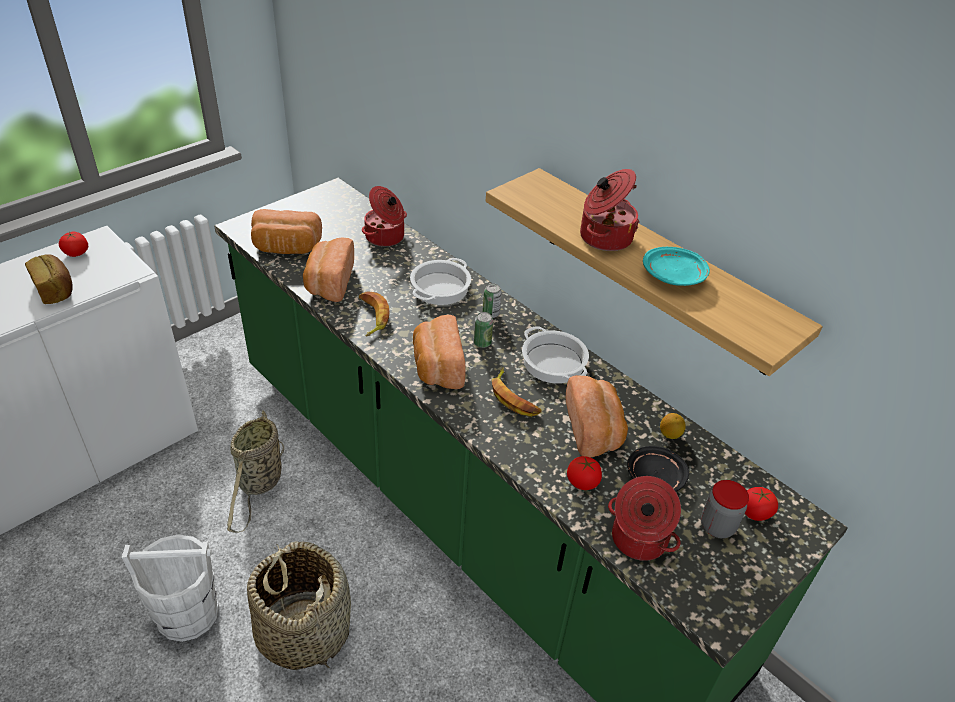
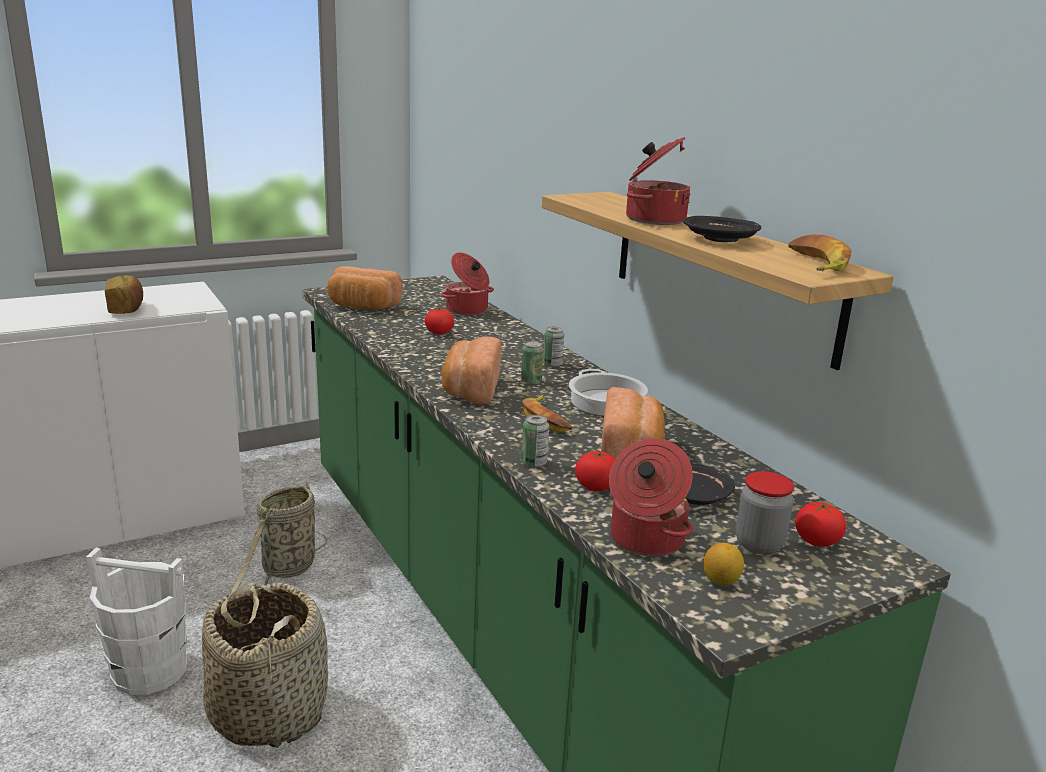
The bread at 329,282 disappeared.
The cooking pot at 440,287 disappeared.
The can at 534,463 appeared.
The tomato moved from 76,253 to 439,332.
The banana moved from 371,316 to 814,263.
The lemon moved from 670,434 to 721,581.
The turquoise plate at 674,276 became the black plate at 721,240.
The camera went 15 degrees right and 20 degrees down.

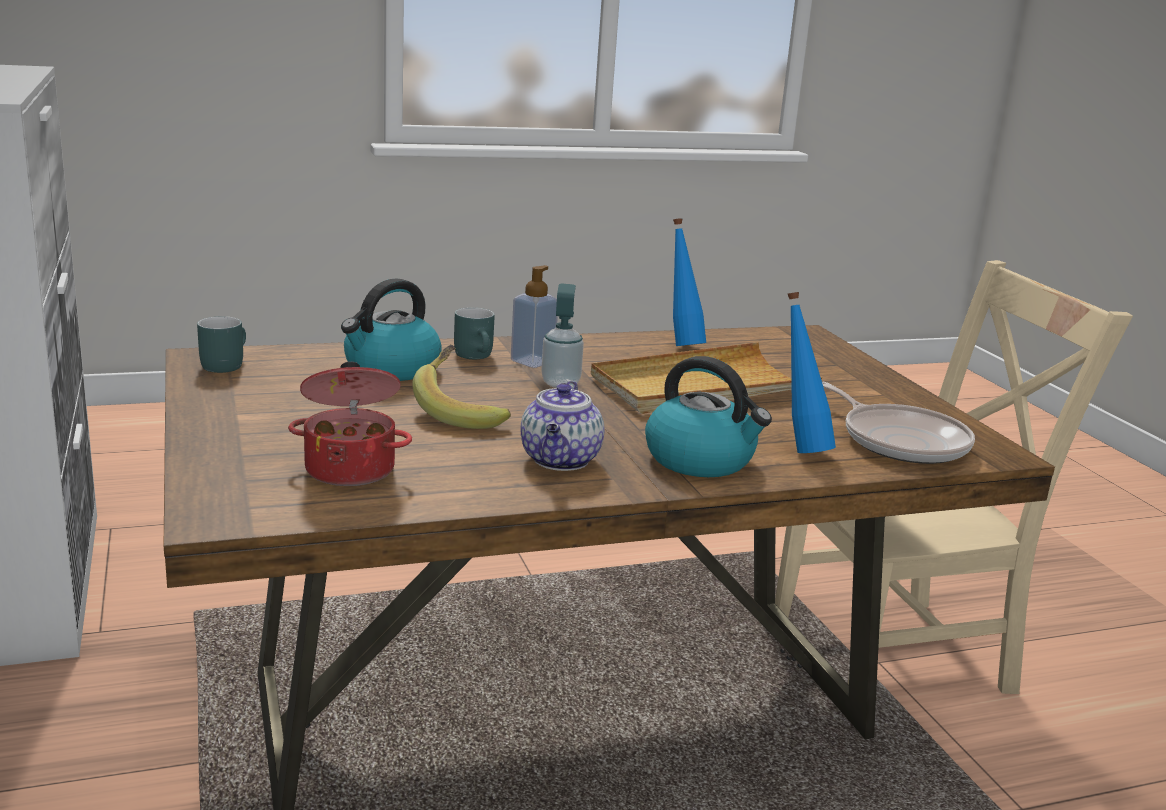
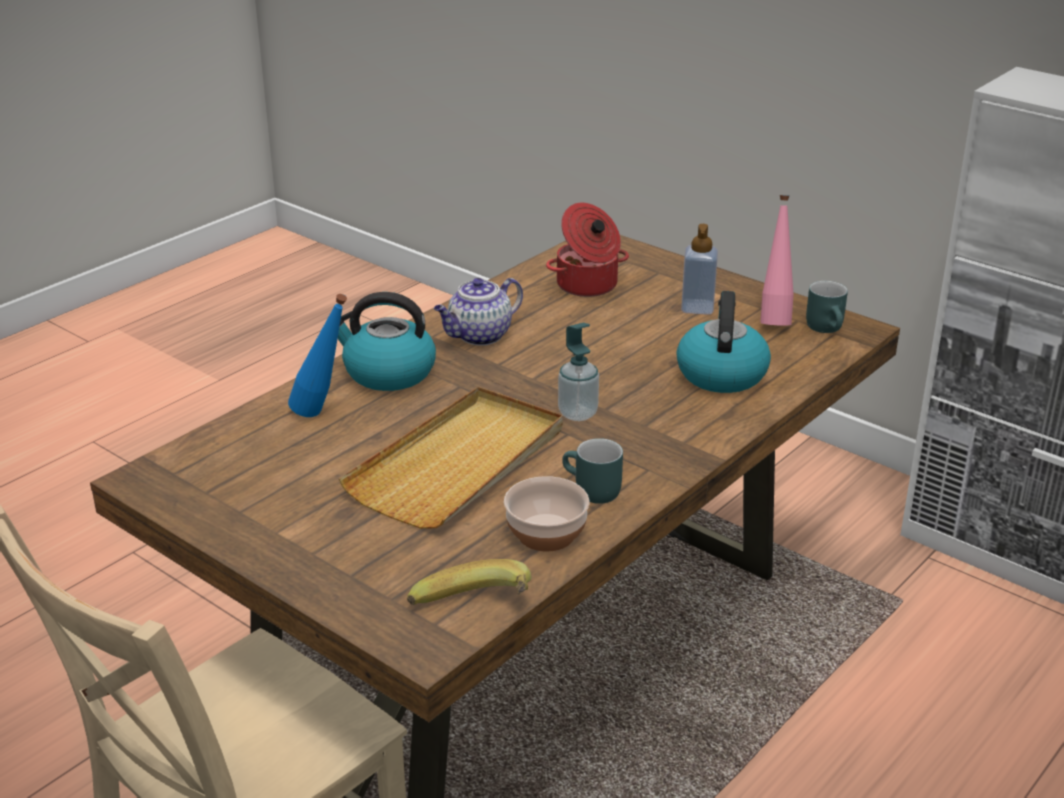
The frying pan at 900,441 disappeared.
The pink bottle at 774,320 appeared.
The banana moved from 463,411 to 476,614.
The turquoise mug moved from 478,356 to 590,492.
The soap dispenser moved from 532,361 to 697,307.
The blue bottle at 680,344 was replaced by the bowl at 546,534.
The teapot at 561,461 turned 105 degrees counterclockwise.
The camera went 150 degrees right and 10 degrees up.

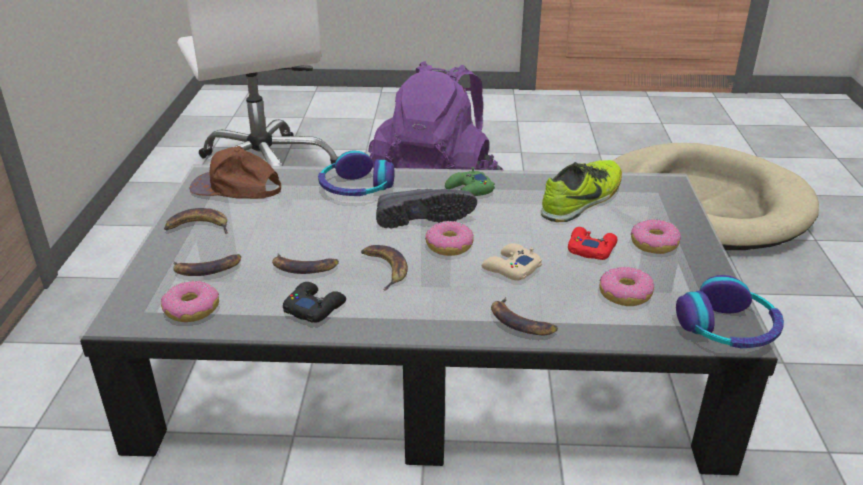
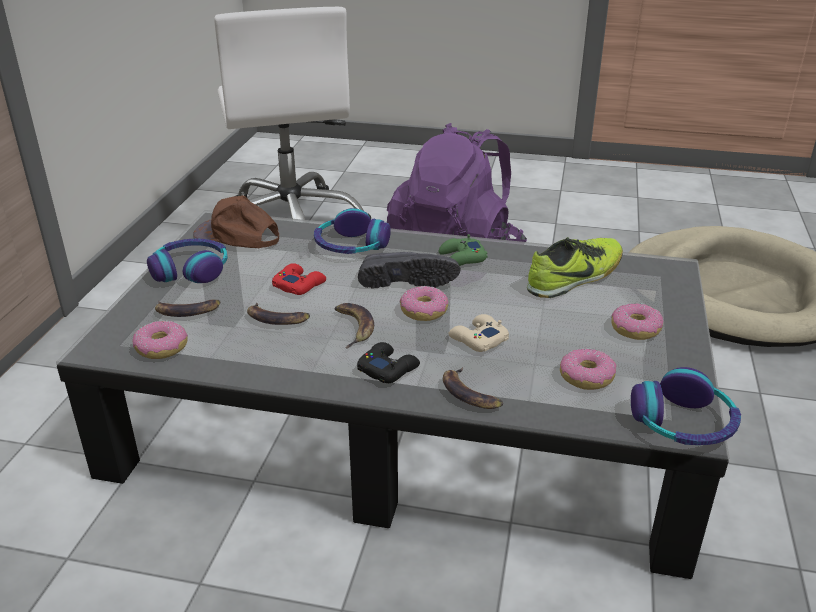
The black game controller moved from 314,308 to 388,368.
The red game controller moved from 590,249 to 299,285.
The banana at 198,227 was replaced by the headphones at 190,270.
The camera went 10 degrees right and 0 degrees up.

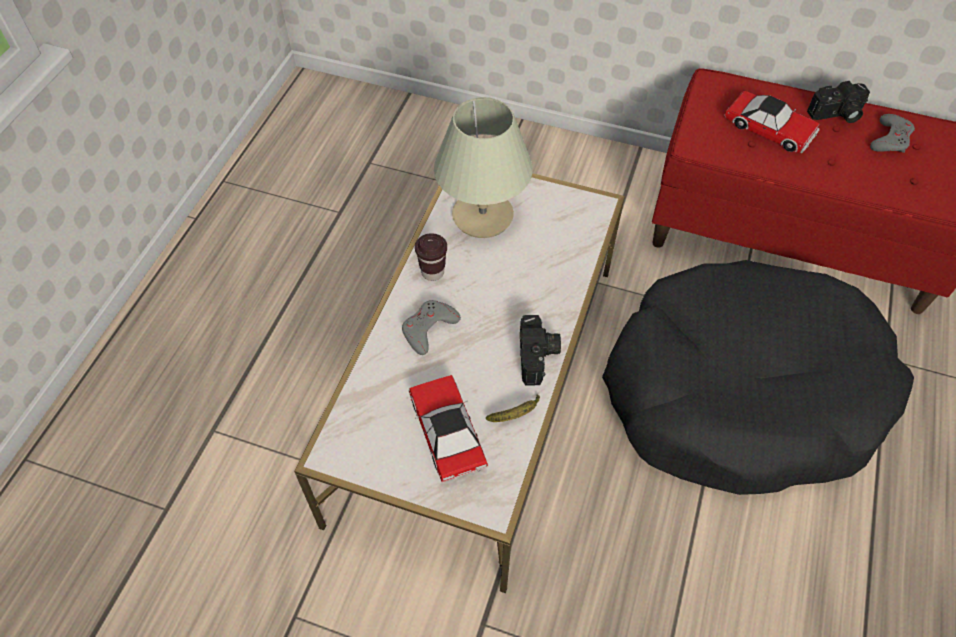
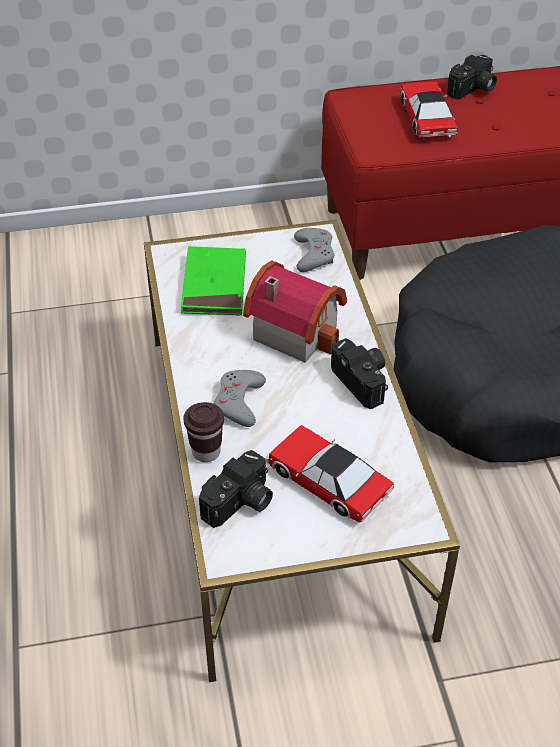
The banana at 516,414 disappeared.
The photo camera at 240,504 appeared.
The toy house at 296,329 appeared.
The brown cup moved from 432,272 to 206,452.
The grey game controller moved from 890,139 to 314,254.
The beige table lamp at 482,216 was replaced by the green book at 214,285.
The toy car at 769,129 turned 105 degrees counterclockwise.
The camera went 30 degrees left and 10 degrees down.

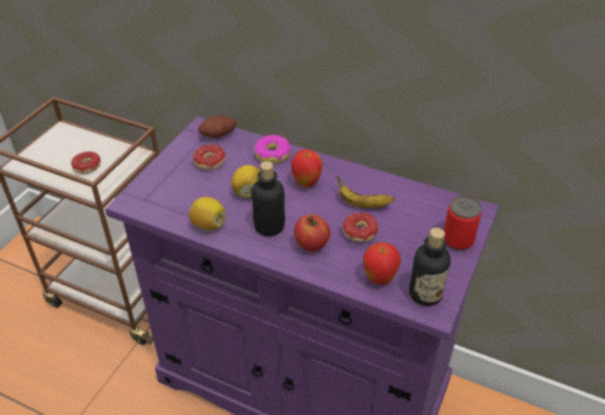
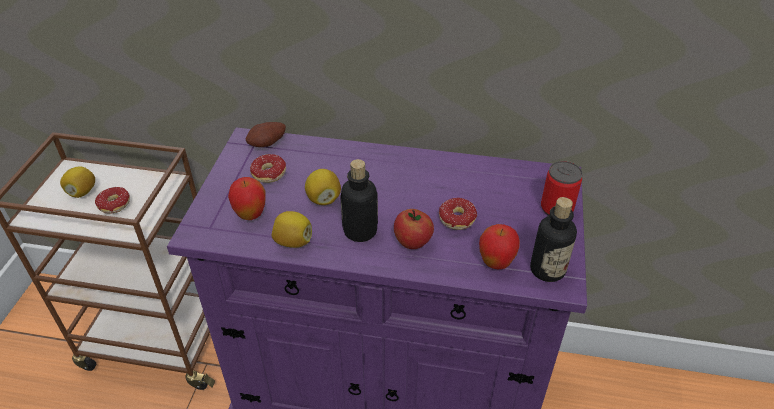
The donut at 272,154 disappeared.
The banana at 362,204 disappeared.
The lemon at 82,192 appeared.
The apple moved from 306,183 to 251,215.
The camera went 15 degrees left and 0 degrees up.

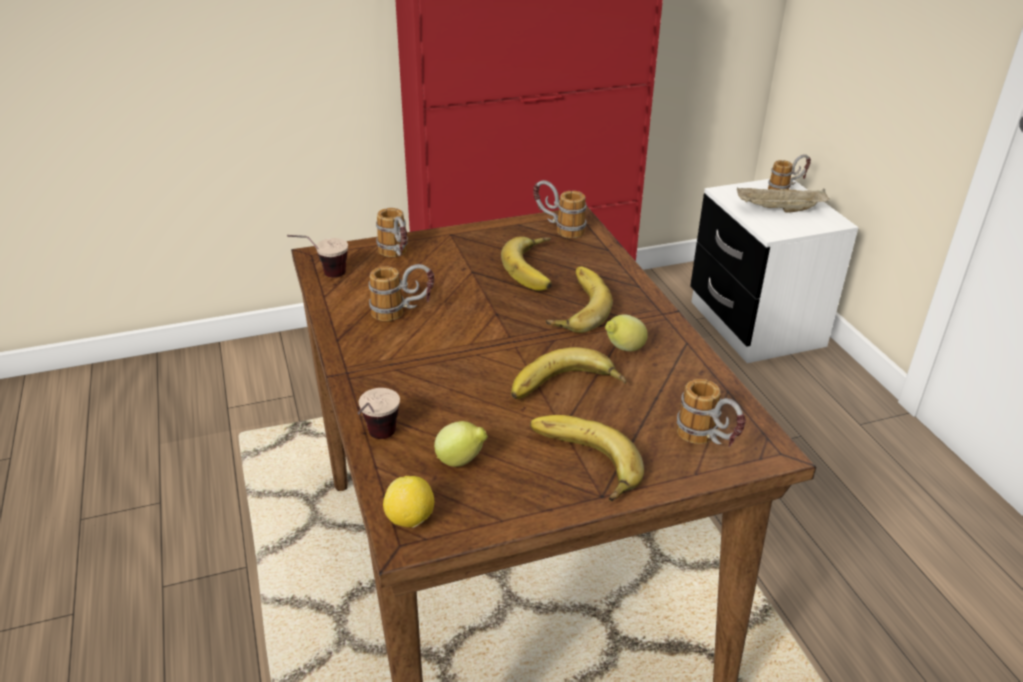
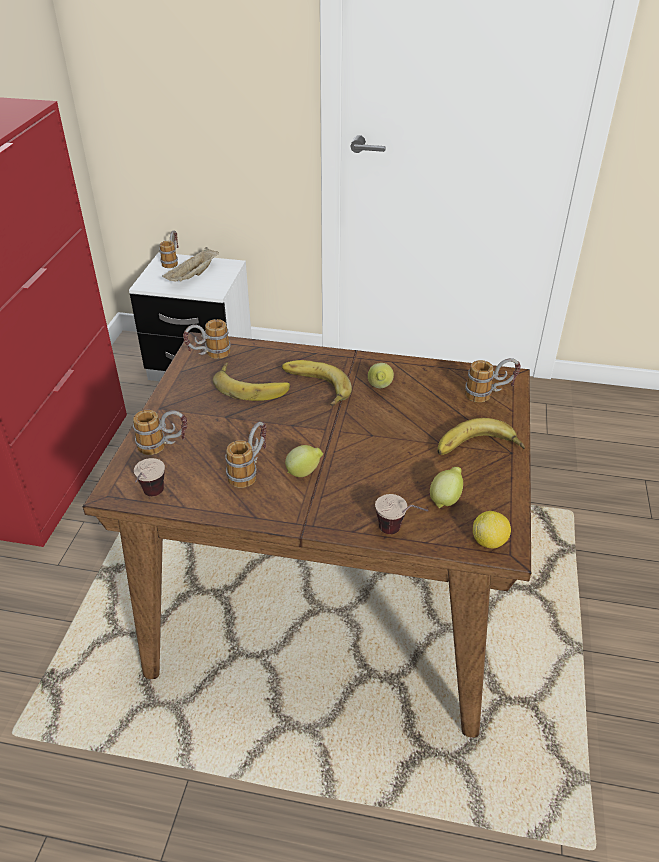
The banana at 566,388 disappeared.
The lemon at 304,473 appeared.
The camera went 60 degrees left and 5 degrees up.

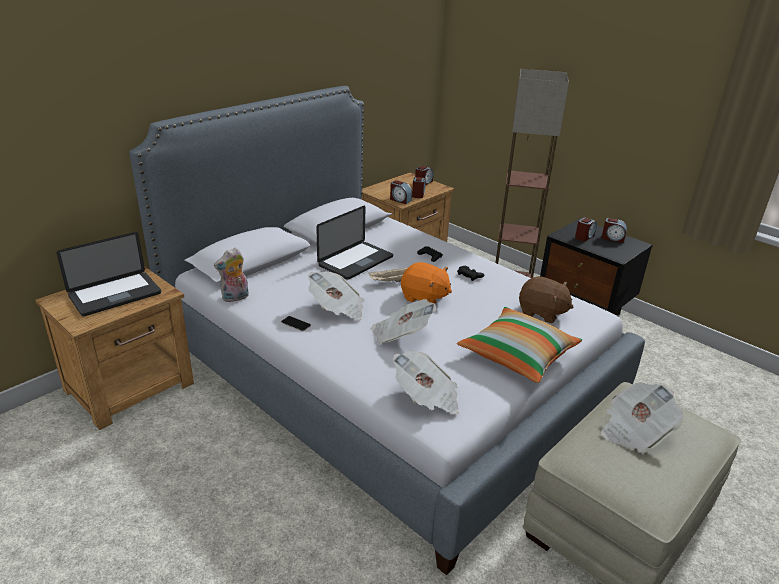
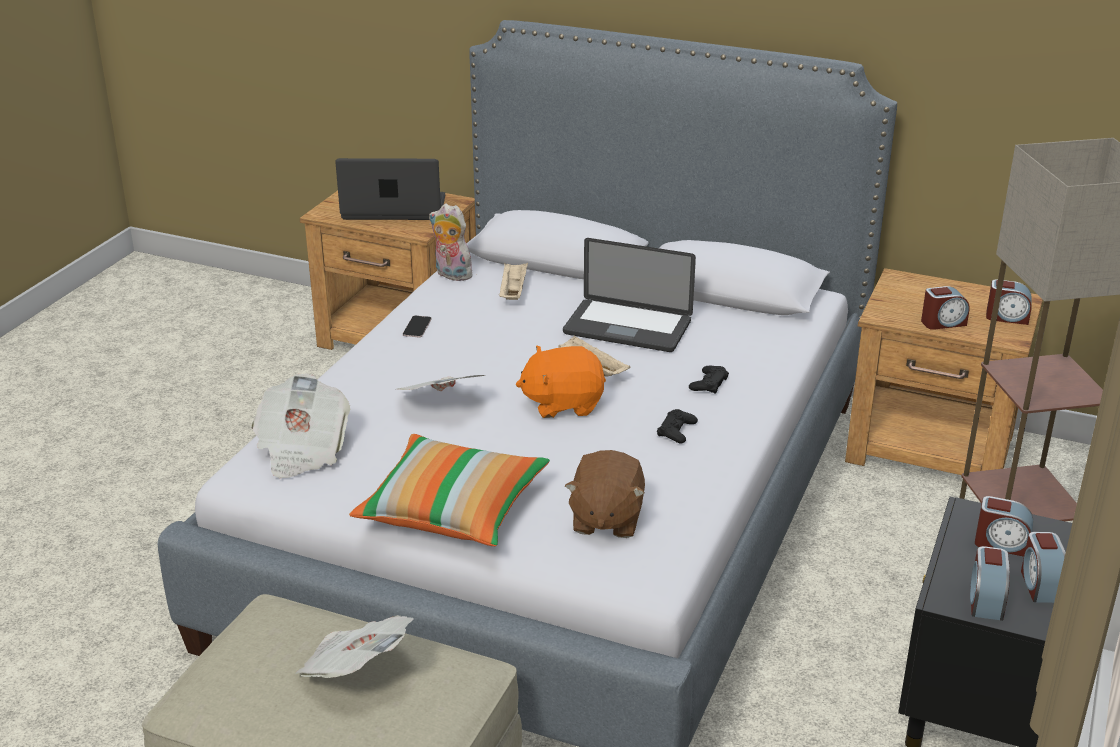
The newspaper at 337,309 disappeared.
The beige tray at 513,292 appeared.
The alarm clock moved from 400,200 to 985,600.
The laptop at 115,295 turned 150 degrees clockwise.
The orange plush toy at 424,298 turned 75 degrees clockwise.
The camera went 70 degrees right and 0 degrees up.

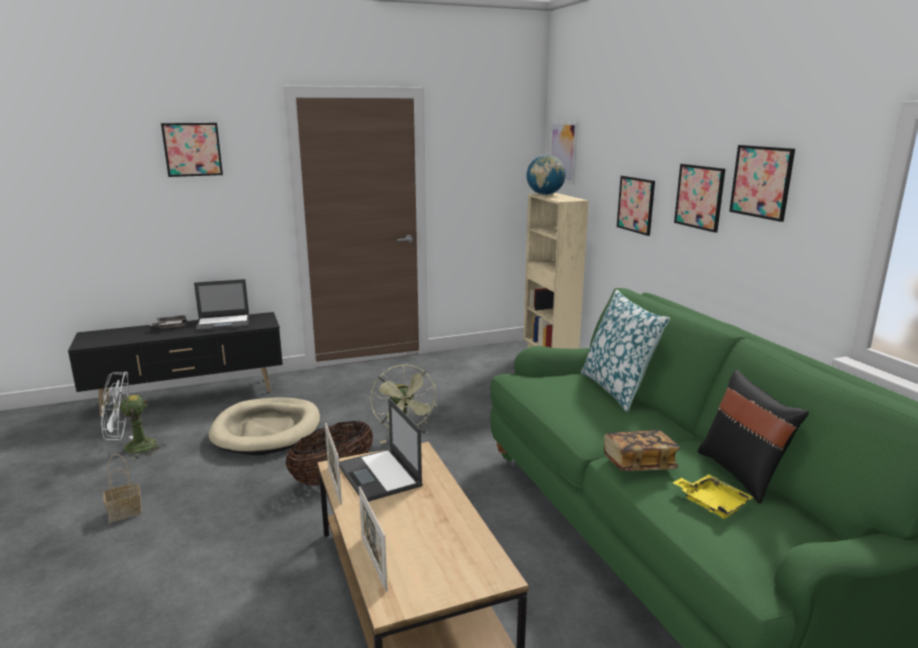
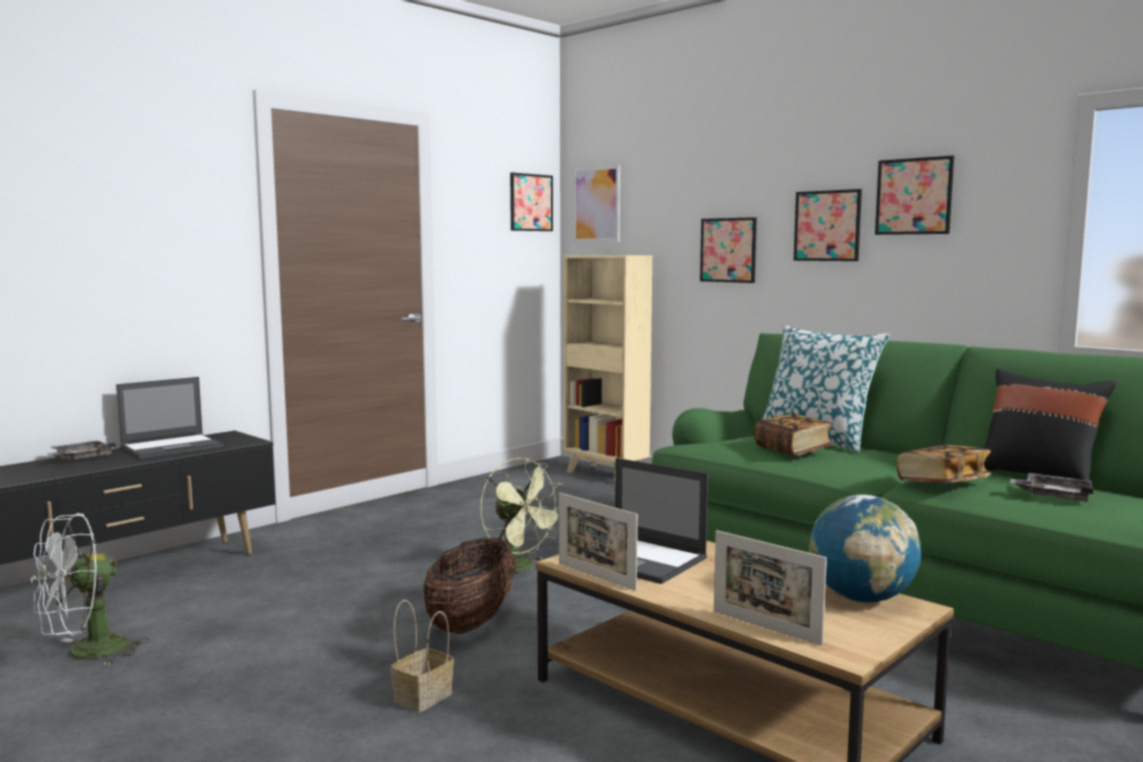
The beige dog bed at 267,430 disappeared.
The book at 793,450 appeared.
The basket moved from 126,511 to 423,696.
The picture moved from 192,149 to 531,202.
The globe moved from 545,194 to 861,599.
The yellow tray at 712,503 became the grey tray at 1054,496.
The camera went 25 degrees left and 10 degrees down.

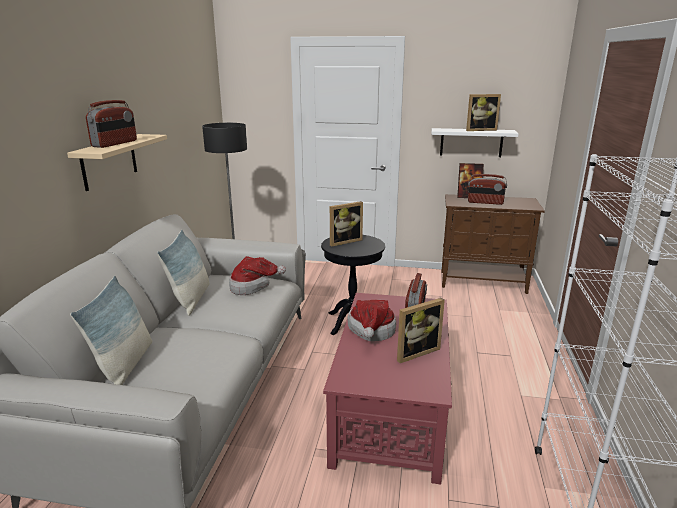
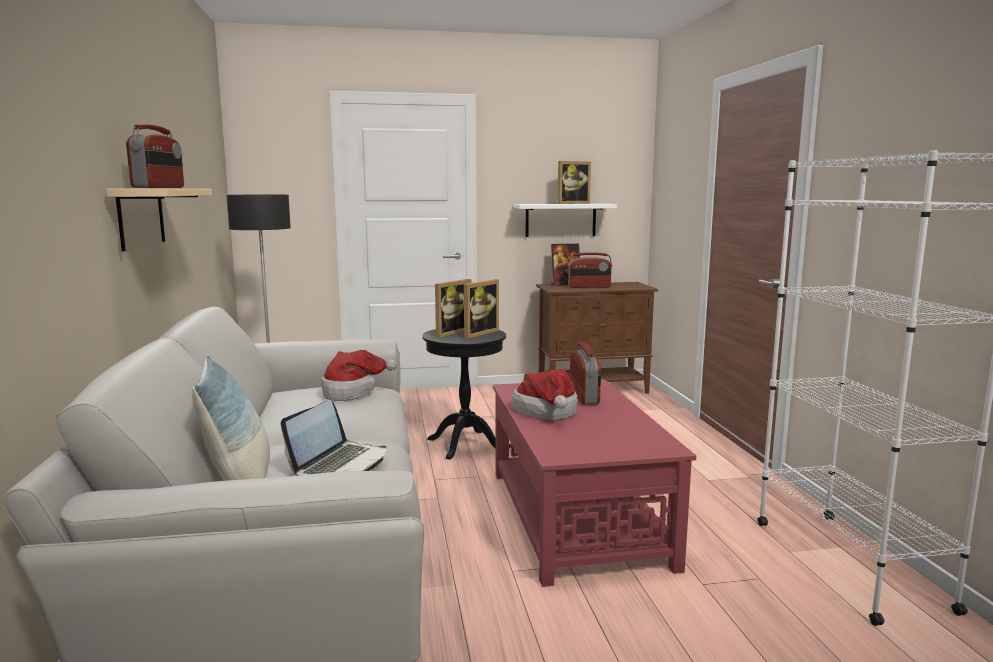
The pillow at 191,299 disappeared.
The laptop at 340,464 appeared.
The picture frame moved from 415,352 to 477,333.
The camera went 20 degrees left and 10 degrees down.

